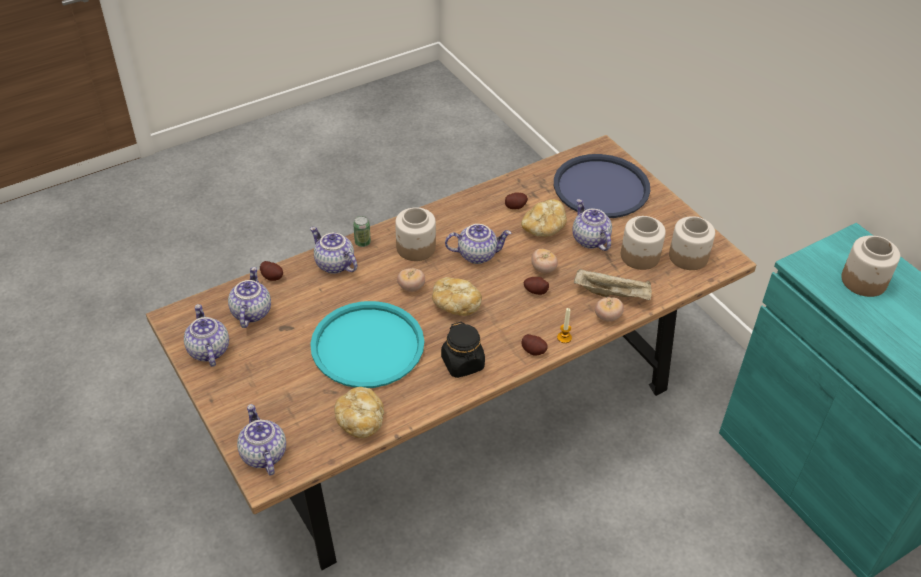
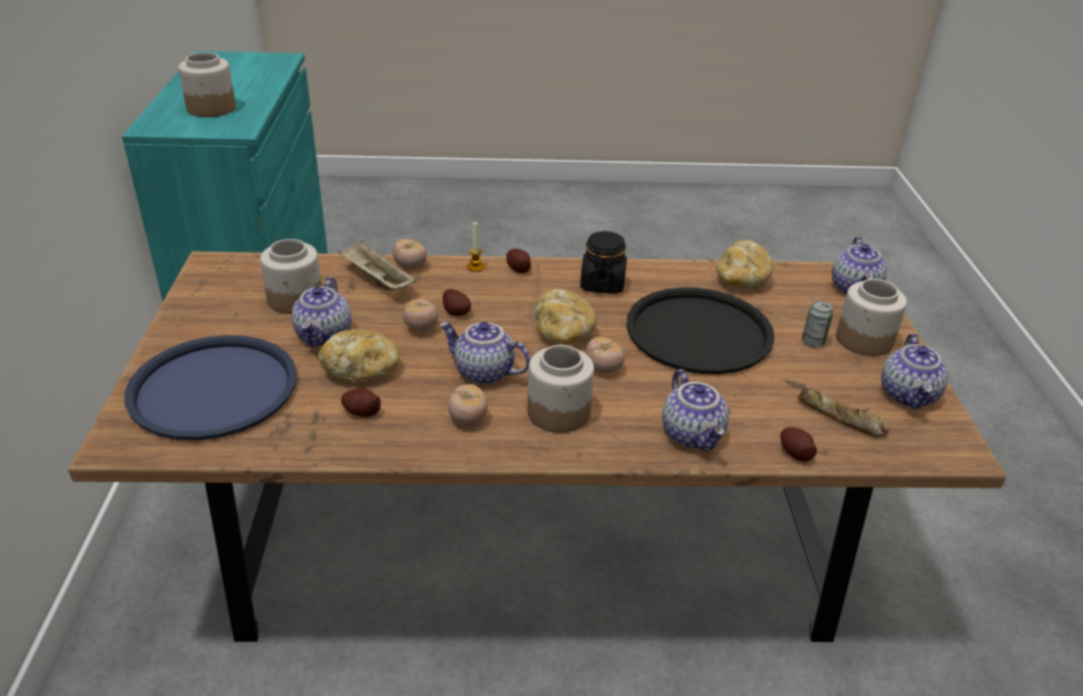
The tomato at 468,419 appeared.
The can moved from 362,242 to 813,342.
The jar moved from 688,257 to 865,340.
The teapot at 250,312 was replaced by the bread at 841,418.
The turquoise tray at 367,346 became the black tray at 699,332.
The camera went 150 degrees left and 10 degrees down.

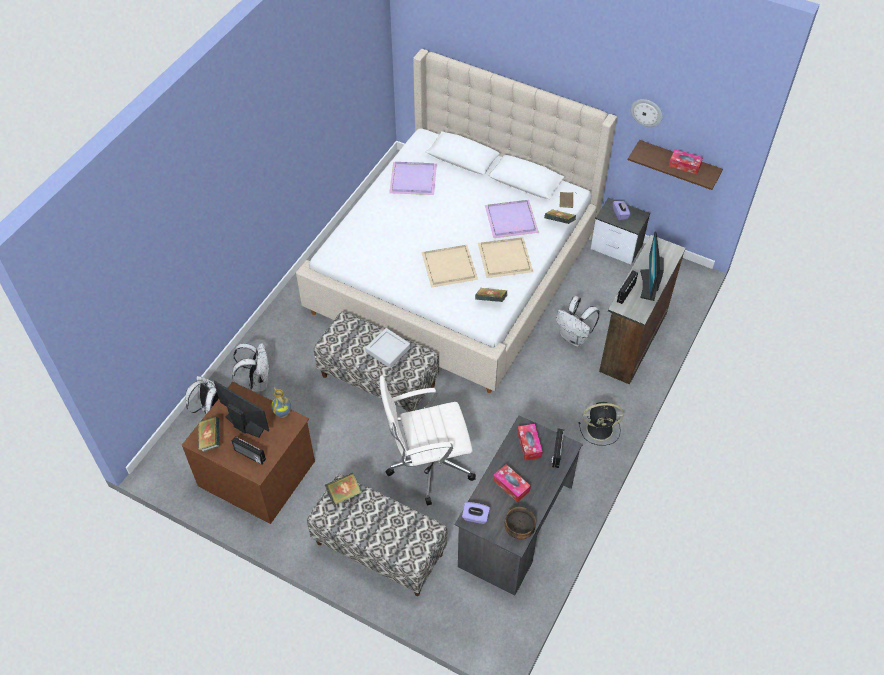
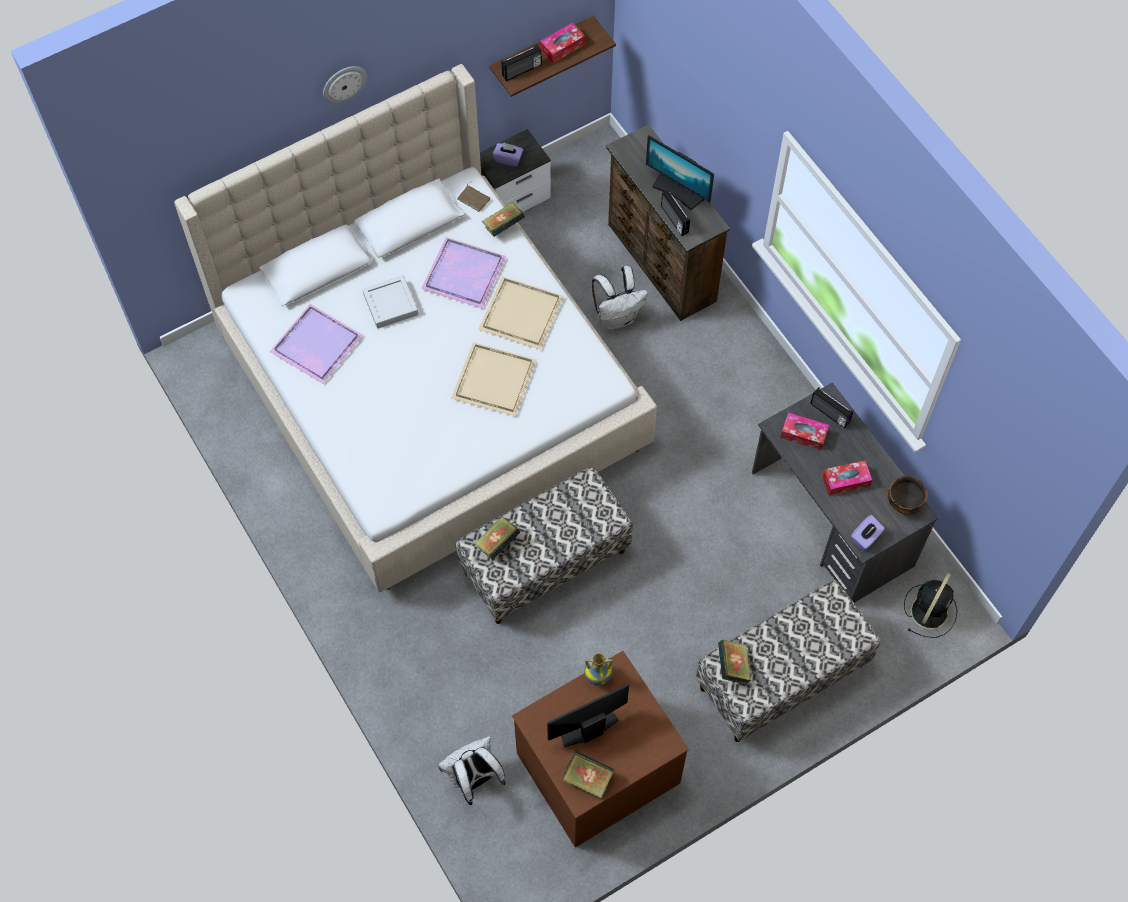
The white backpack at 257,382 disappeared.
The white office chair at 427,465 disappeared.
The radio moved from 249,455 to 522,71.
The grey tray moved from 388,350 to 390,304.
The book moved from 490,301 to 497,543.
The black fan moved from 601,429 to 930,610.
The wall clock moved from 646,112 to 344,83.
The camera went 60 degrees left and 10 degrees up.

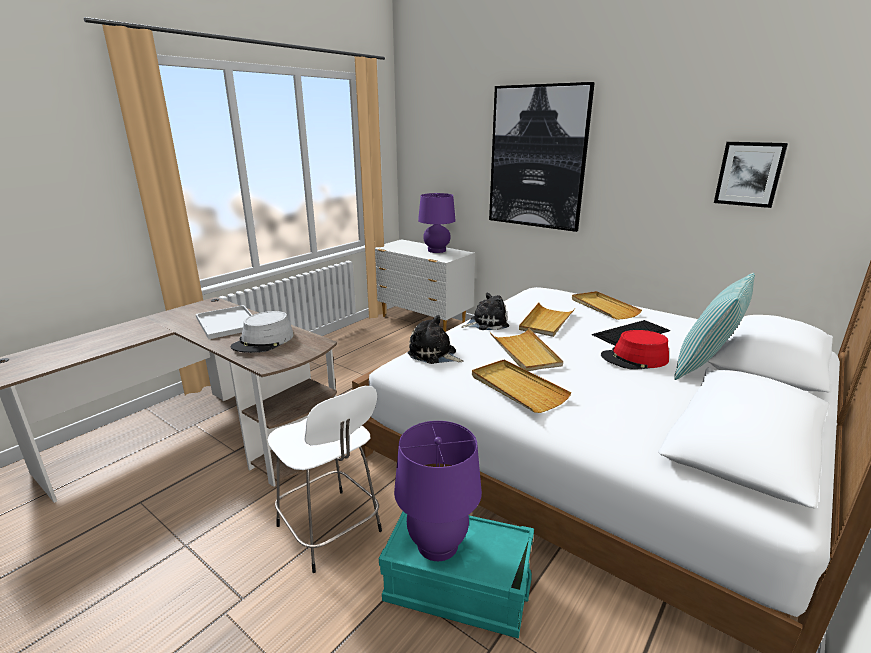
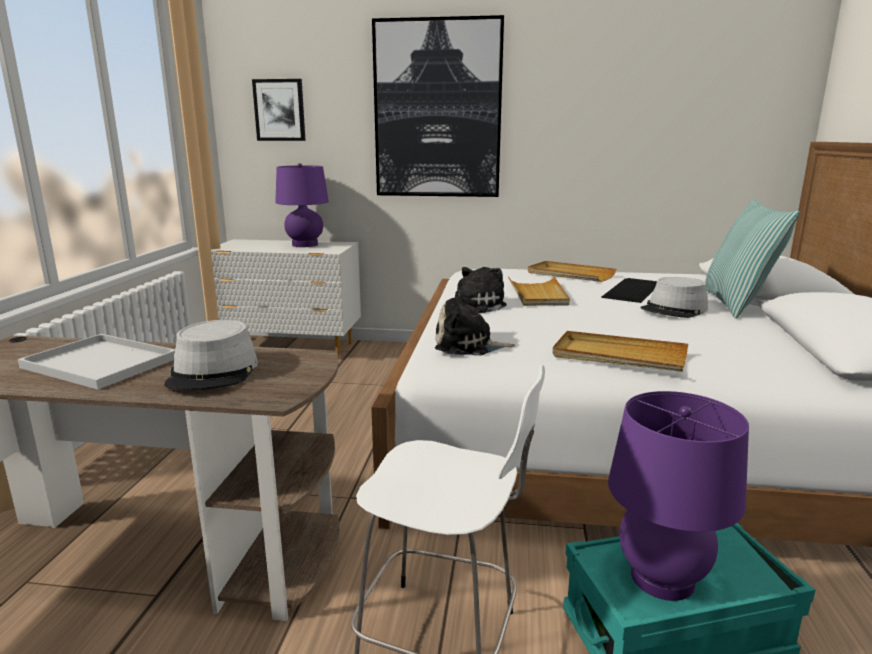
The beige tray at 525,352 disappeared.
The picture moved from 749,174 to 279,110.
The red hat at 634,359 became the grey hat at 674,309.
The camera went 30 degrees left and 5 degrees down.

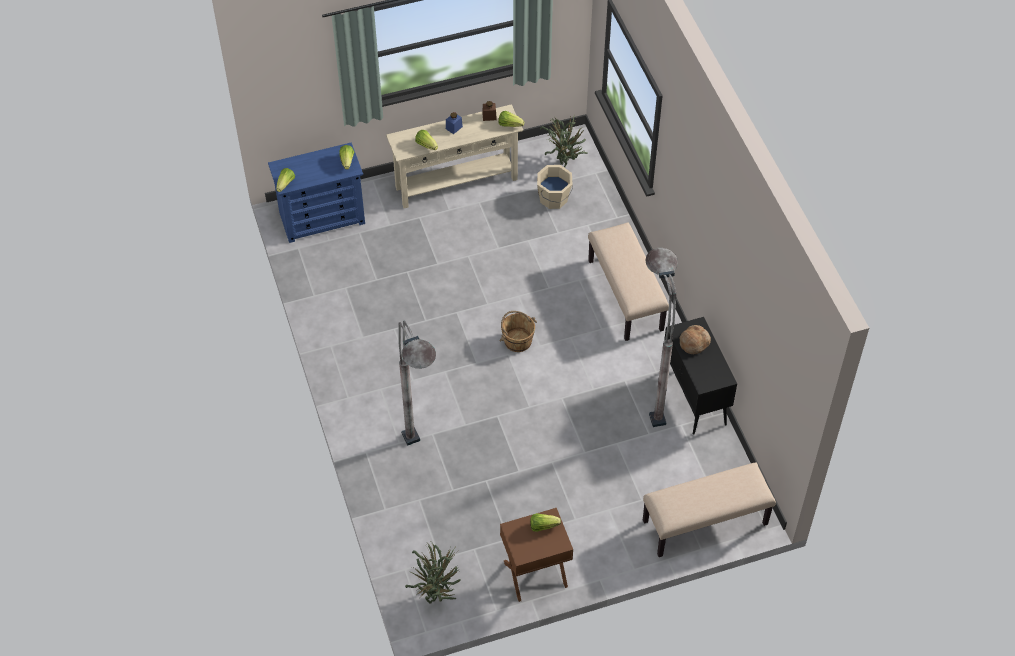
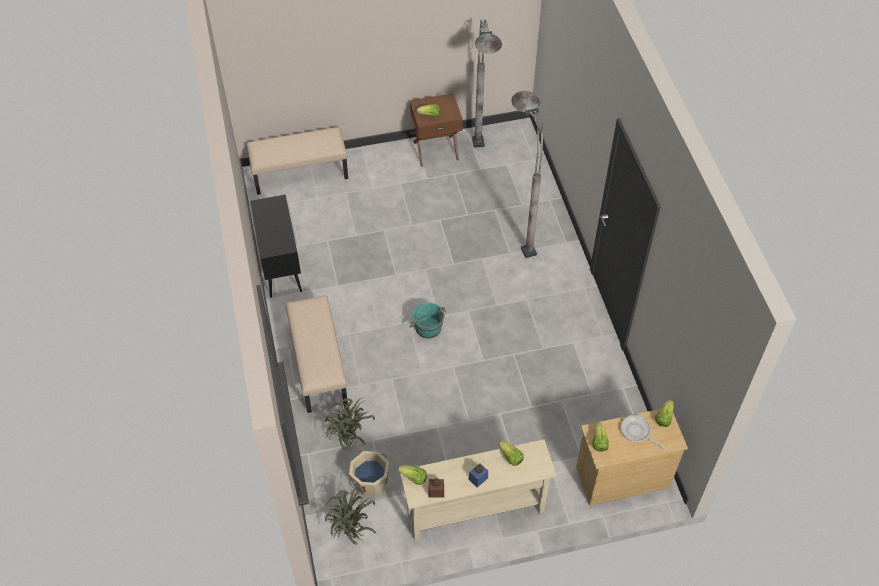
The bread at 694,342 disappeared.
The frying pan at 637,432 appeared.
The potted plant moved from 437,593 to 348,440.
The grey floor lamp moved from 650,394 to 481,161.
The blue dresser at 322,218 became the beige dresser at 622,477.
The brown bucket at 517,340 became the turquoise bucket at 428,328.
The camera went 175 degrees left and 0 degrees up.

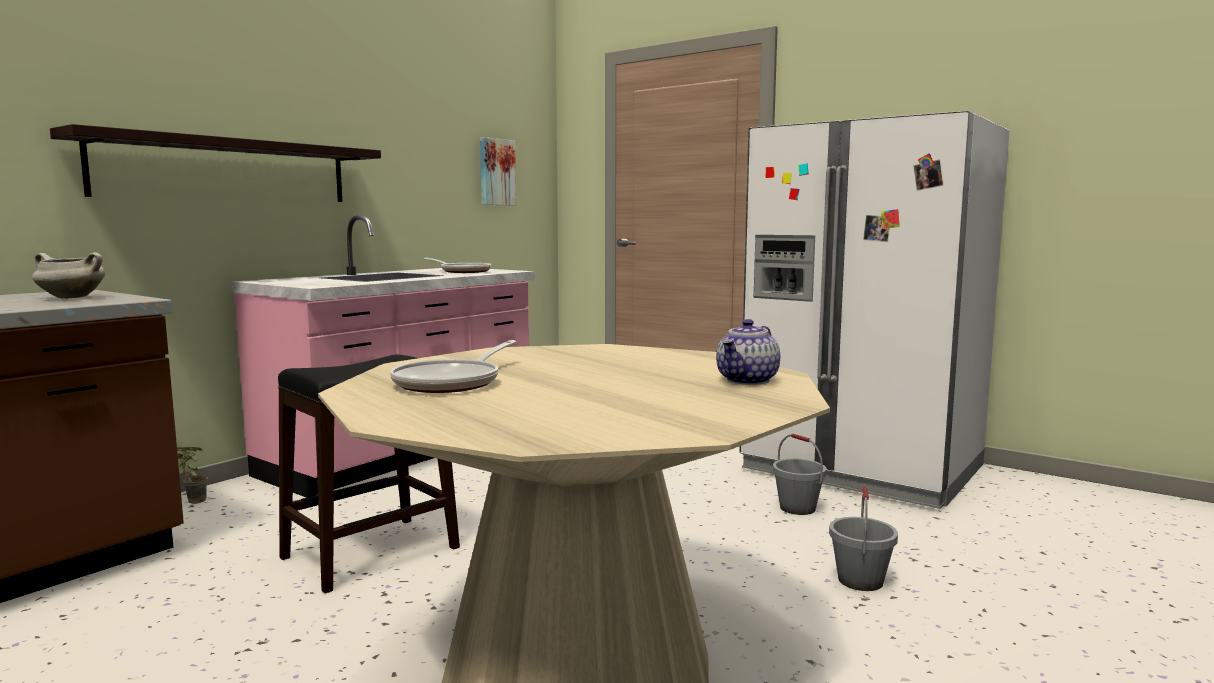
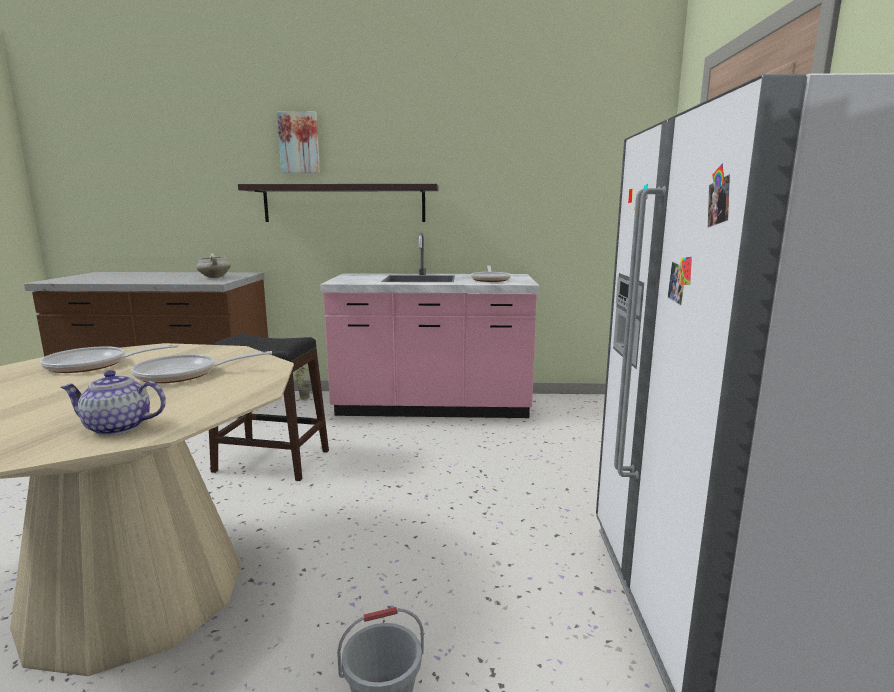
The grey bucket at 798,508 disappeared.
The frying pan at 184,374 appeared.
The picture moved from 496,172 to 299,143.
The camera went 55 degrees right and 5 degrees up.

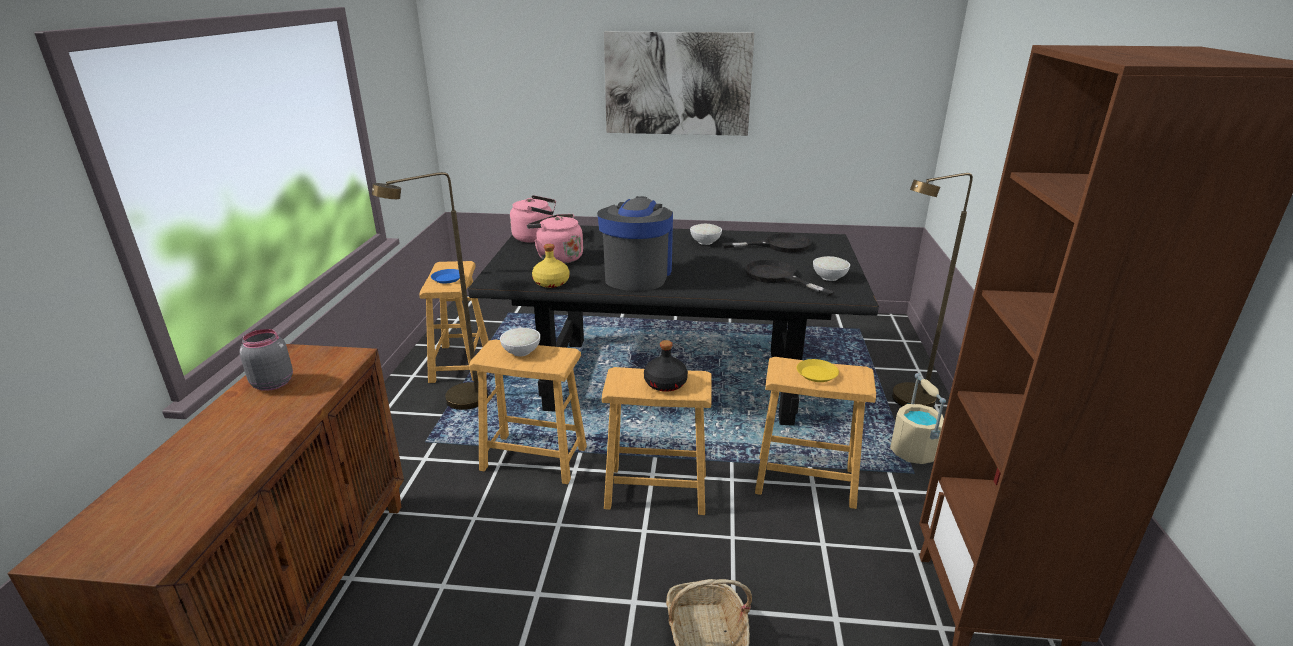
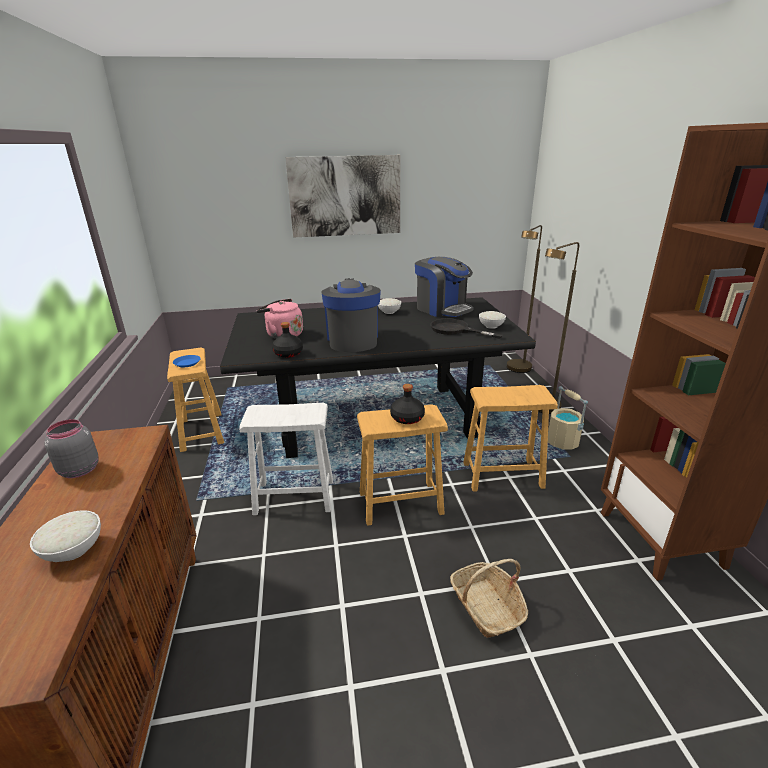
The pink kettle at 536,237 disappeared.
The yellow plate at 817,374 disappeared.
The brown floor lamp moved from 457,404 to 517,370.
The white bowl moved from 521,352 to 73,551.
The black frying pan at 778,245 was replaced by the coffee machine at 442,309.
The brown stool at 534,458 became the white stool at 294,497.
The yellow bottle at 551,282 became the black bottle at 288,353.
The camera went 15 degrees left and 0 degrees up.

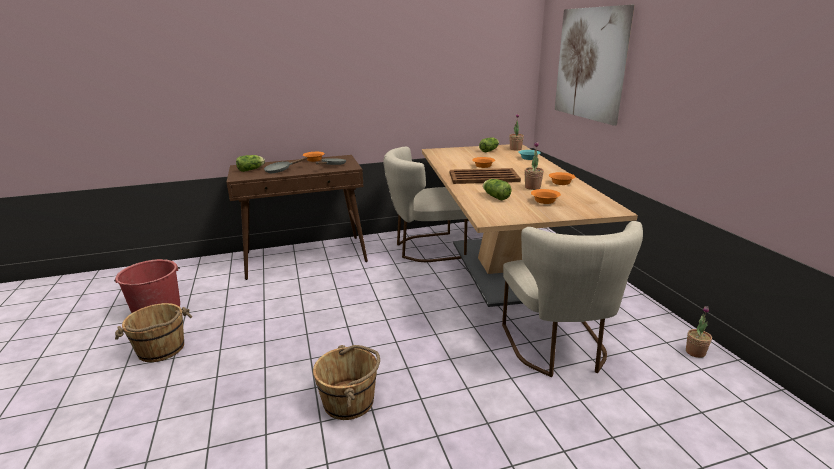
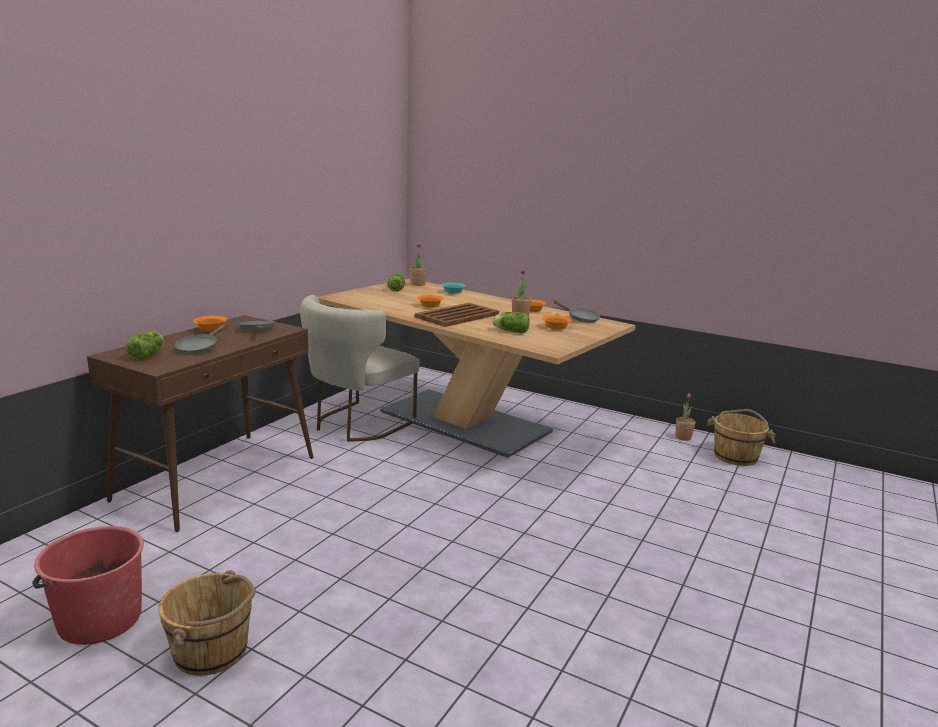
The beige chair at 559,350 disappeared.
The picture at 590,64 disappeared.
The grey frying pan at 580,319 appeared.
The brown bucket moved from 350,401 to 736,456.
The camera went 45 degrees left and 5 degrees down.

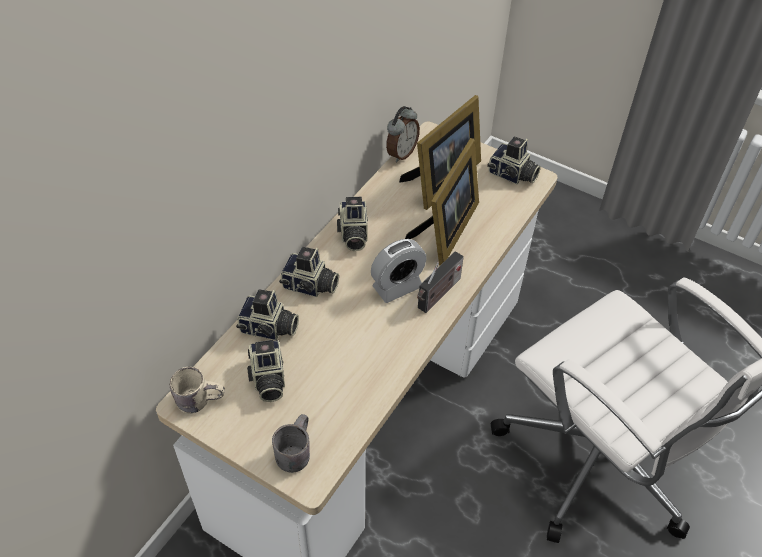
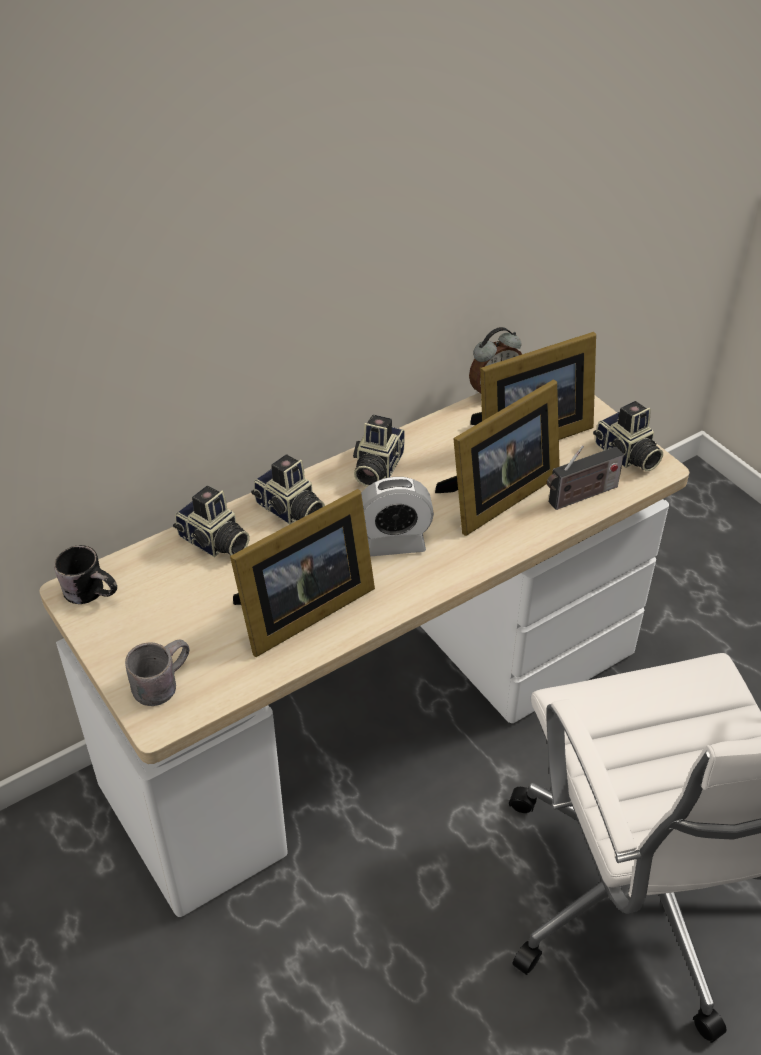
The photo camera at 267,379 disappeared.
The picture frame at 300,612 appeared.
The radio moved from 438,295 to 580,496.
The beige mug at 200,398 became the black mug at 93,591.
The camera went 25 degrees right and 5 degrees down.

